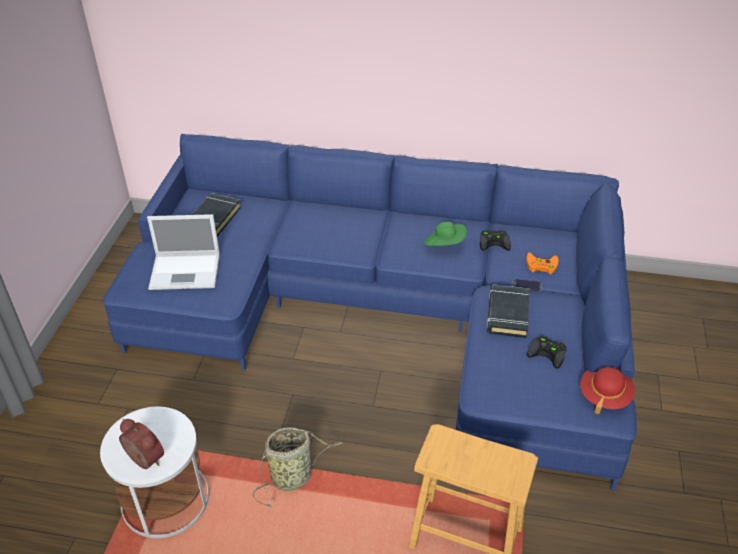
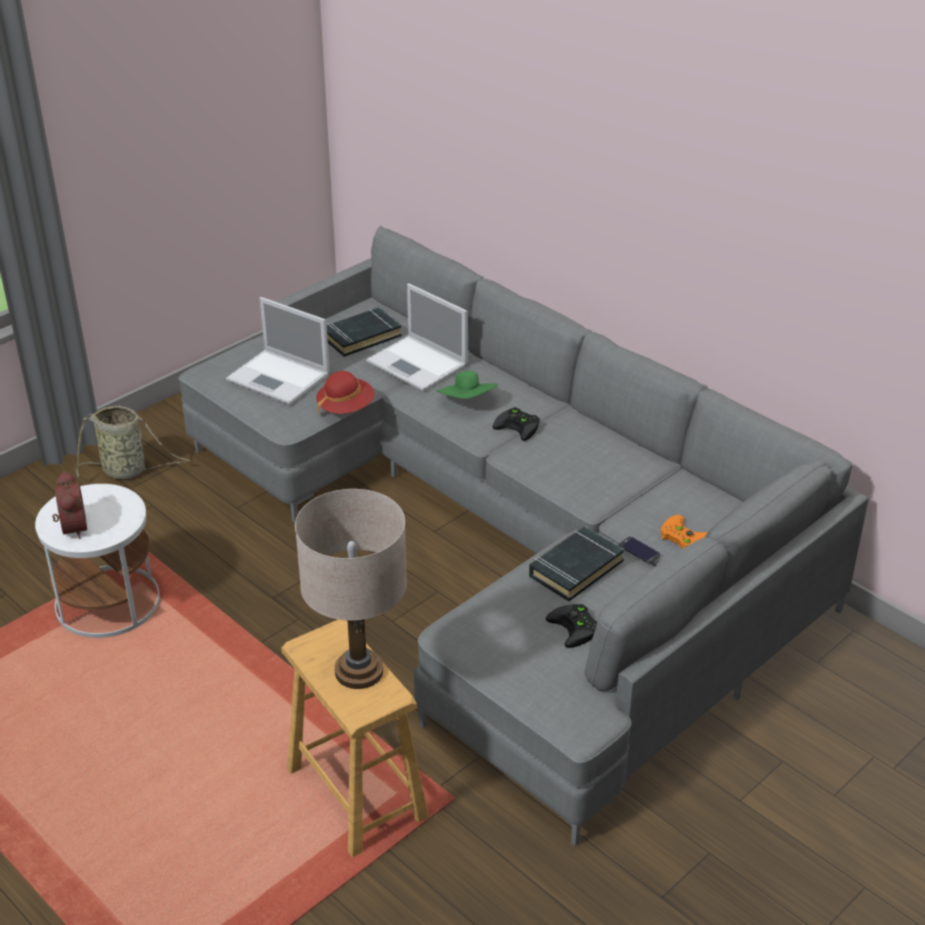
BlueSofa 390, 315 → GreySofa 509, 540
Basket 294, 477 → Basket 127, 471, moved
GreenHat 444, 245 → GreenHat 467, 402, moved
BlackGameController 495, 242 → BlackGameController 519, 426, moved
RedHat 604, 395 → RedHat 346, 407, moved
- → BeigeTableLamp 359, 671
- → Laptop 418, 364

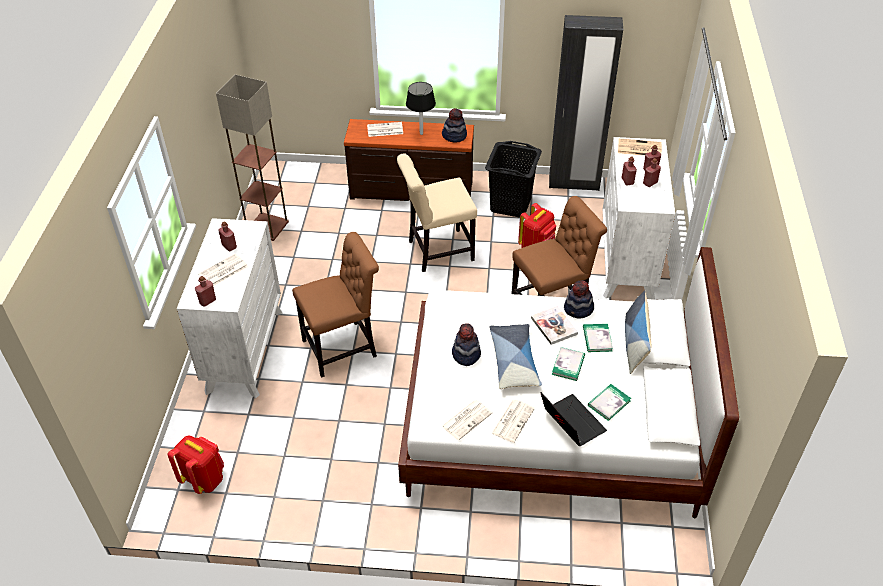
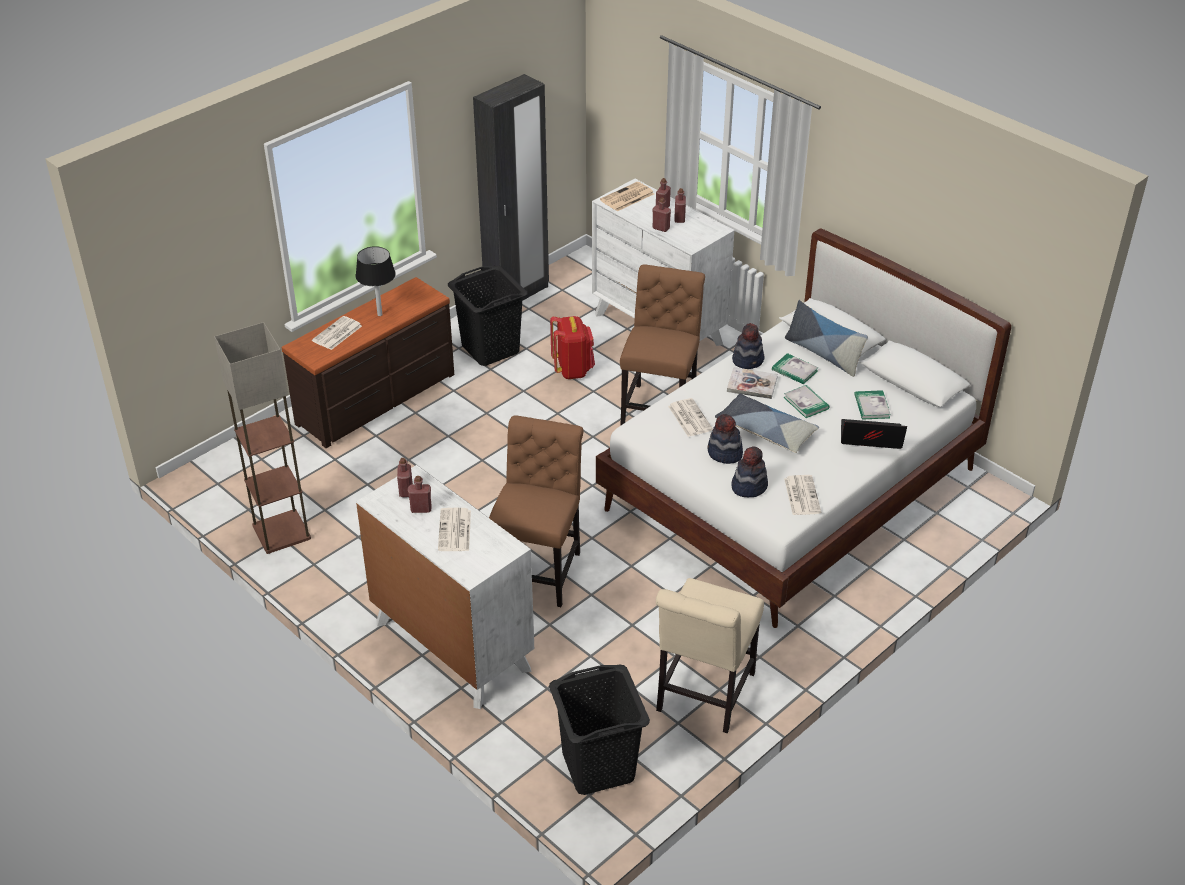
RedBackpack 204, 479 → BlackLaundryBasket 598, 767
RedBottle 207, 301 → RedBottle 406, 491, moved
BeigeChair 437, 251 → BeigeChair 703, 696, moved
Hat 454, 136 → Hat 748, 486, moved
Newspaper 513, 420 → Newspaper 689, 418, moved

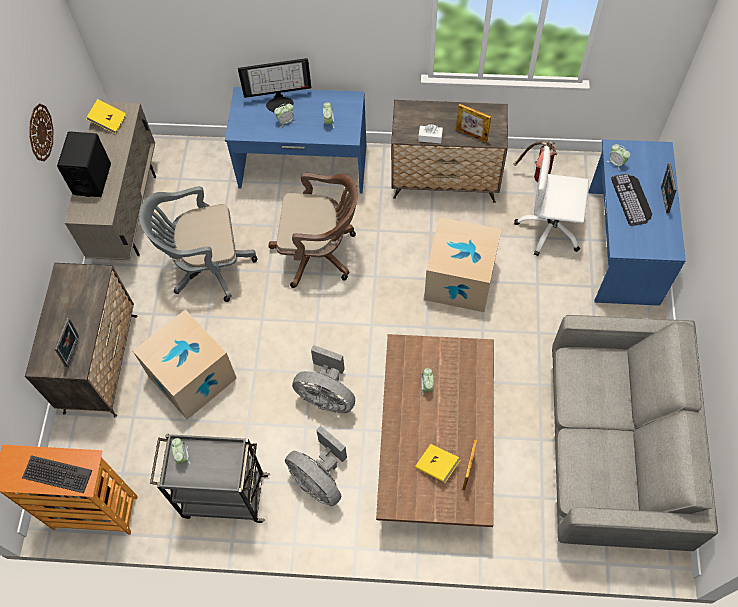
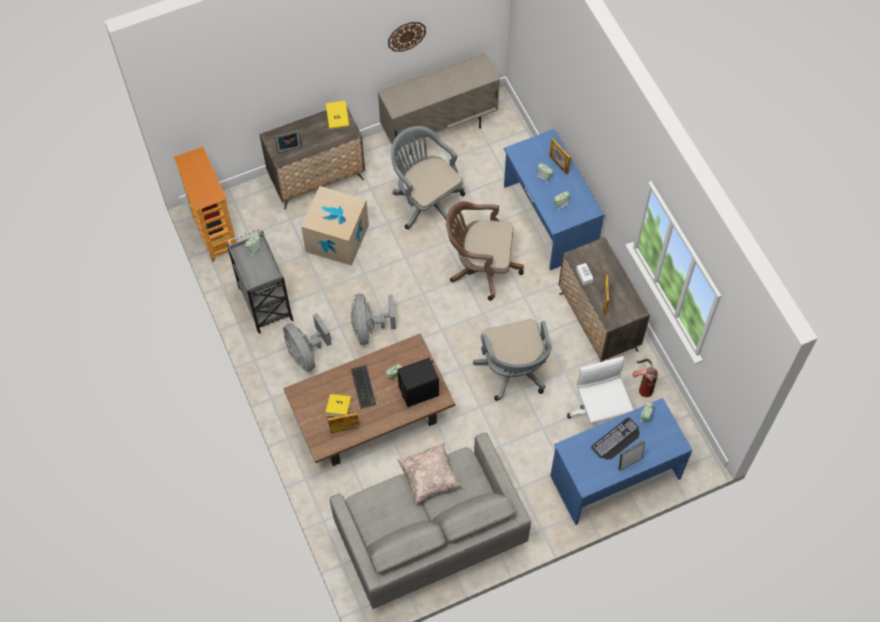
Keyboard 57, 475 → Keyboard 363, 387, moved
BlackSpeaker 92, 179 → BlackSpeaker 419, 391, moved
YellowBook 108, 121 → YellowBook 338, 118, moved
Monitor 280, 102 → PictureFrame 558, 165
BrownOfficeChair 319, 253 → BrownOfficeChair 480, 267, 120 degrees clockwise
GreyFan 319, 479 → GreyFan 306, 353, 45 degrees counterclockwise
CardboardBox 459, 280 → GreyOfficeChair 514, 372
- → BeigePillow 429, 478

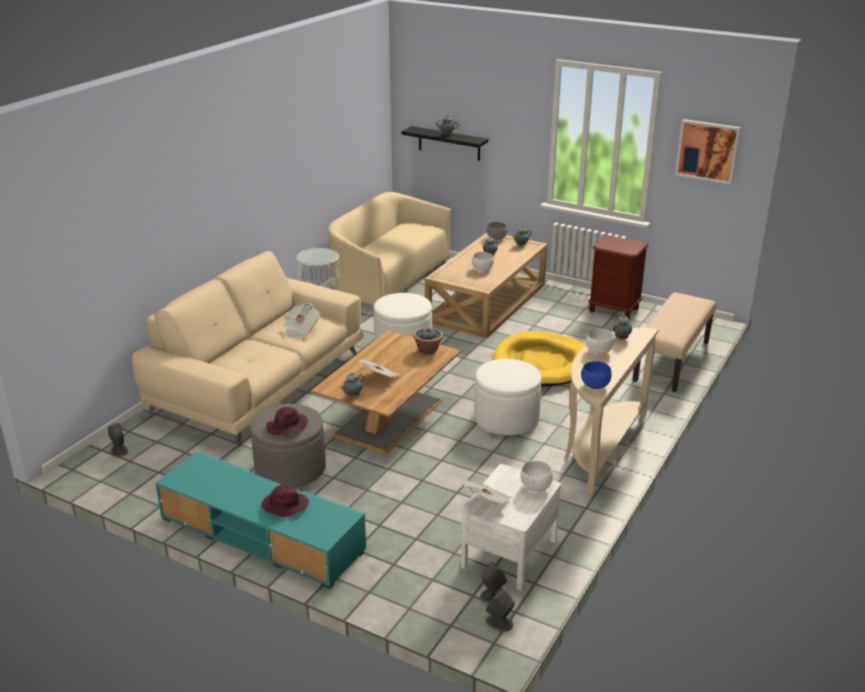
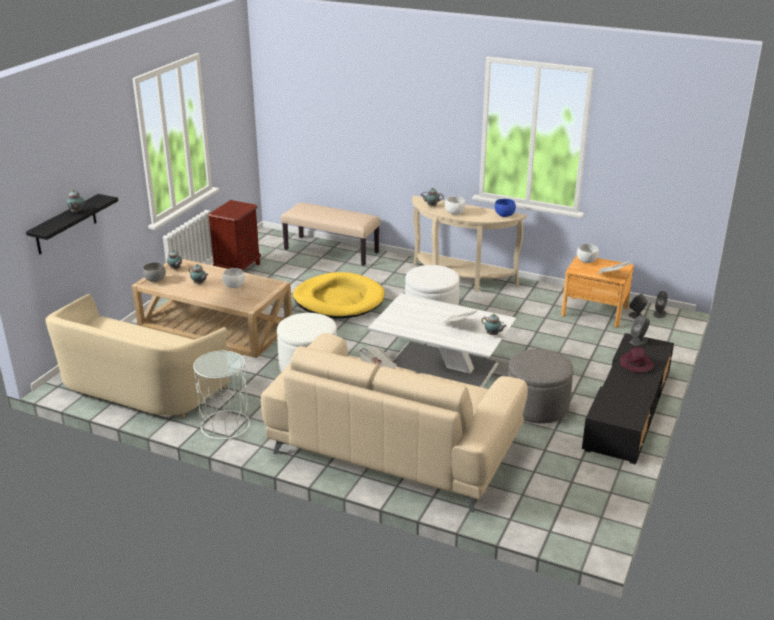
GreySpeaker 119, 451 → GreySpeaker 638, 341, moved
TurquoiseTvStand 261, 534 → BlackTvStand 627, 409
PurpleHat 287, 427 → -
BrownCoffeeTable 389, 416 → WhiteCoffeeTable 440, 365
PottedPlant 428, 350 → -
WhiteNightstand 509, 553 → BrownNightstand 594, 311
Picture 707, 151 → -

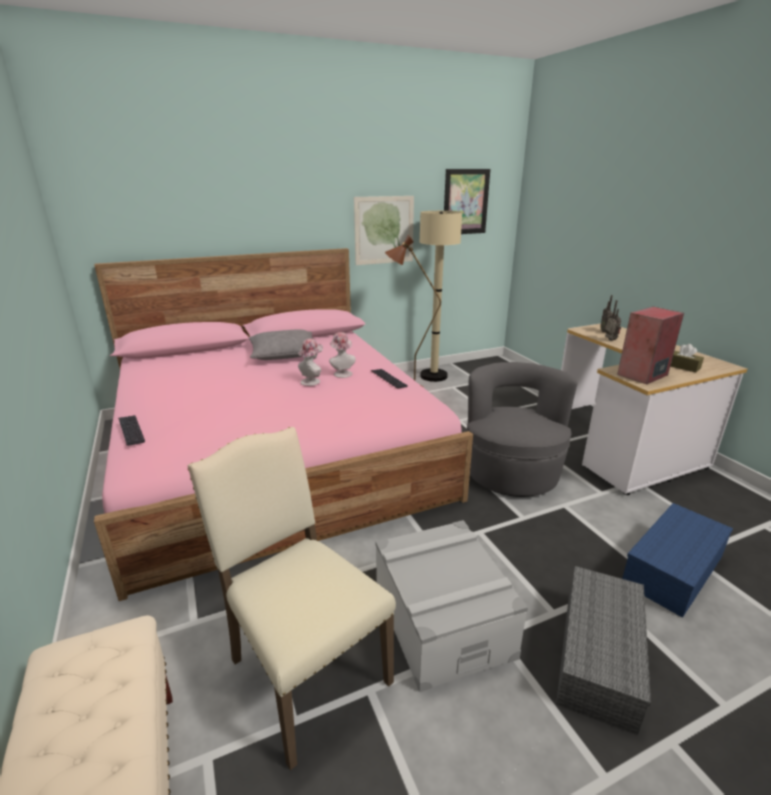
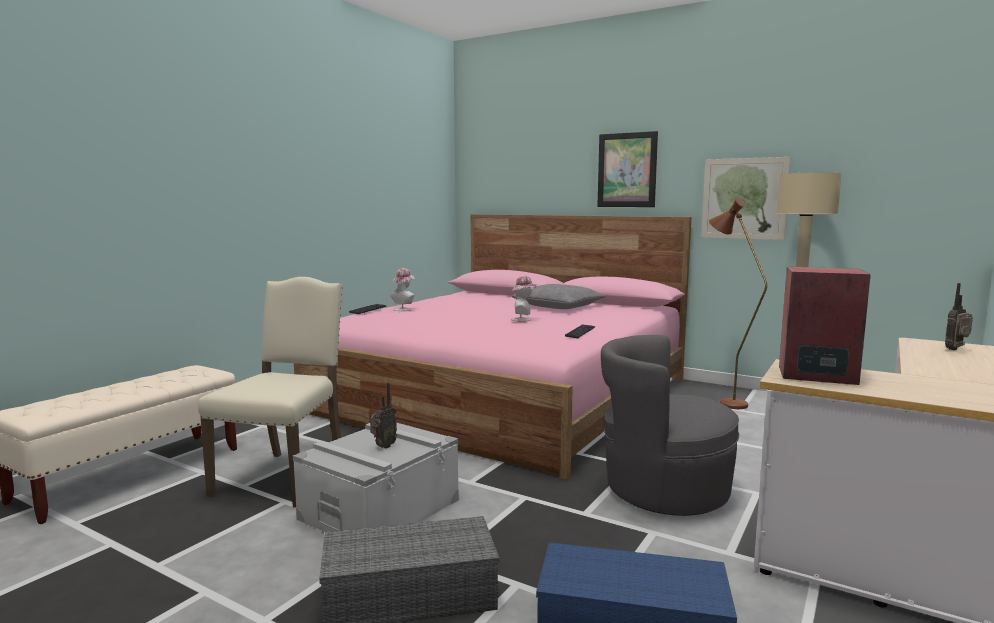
Hat 342, 373 → Hat 404, 309, moved
Picture 465, 202 → Picture 627, 170, moved
GreyArmchair 511, 473 → GreyArmchair 663, 489, 135 degrees counterclockwise
Radio 609, 340 → Radio 383, 447, moved
BrownTissueBox 682, 367 → -

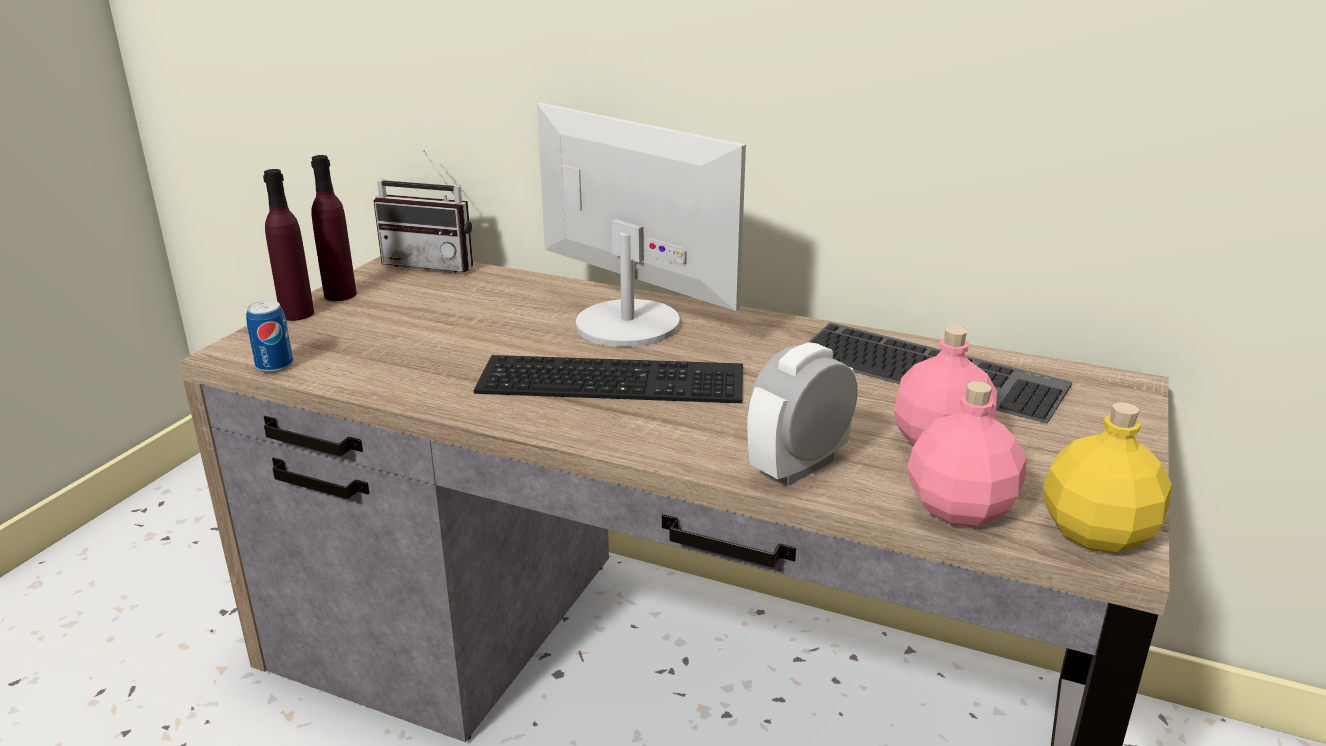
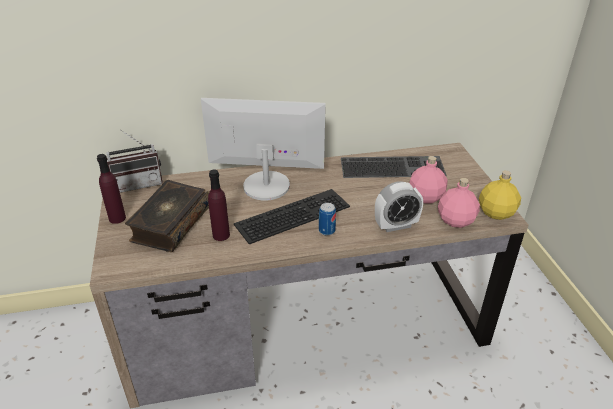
Can 274, 366 → Can 327, 231, moved
PurpleBottle 297, 314 → PurpleBottle 221, 235, moved
AlarmClock 799, 466 → AlarmClock 396, 225, 120 degrees counterclockwise
- → Book 170, 224

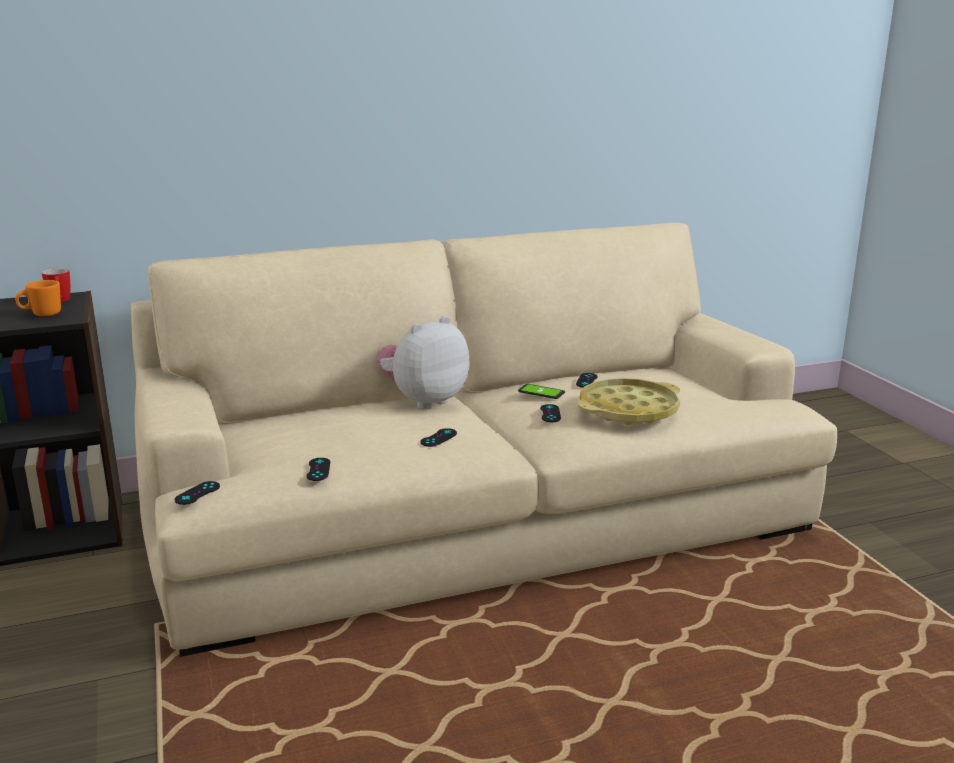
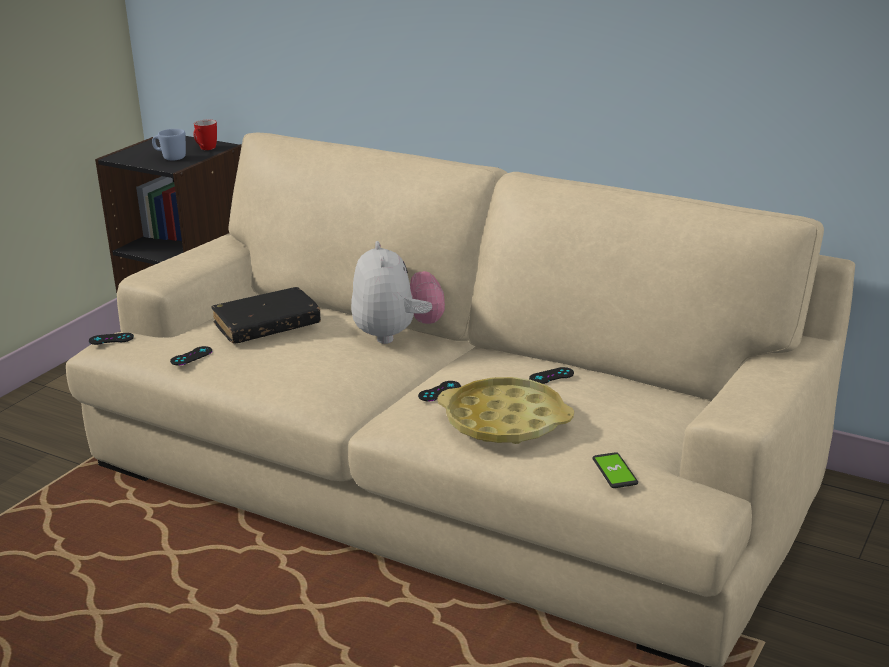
OrangeMug 41, 314 → BlueMug 170, 158
PlushToy 424, 400 → PlushToy 397, 334, 75 degrees clockwise
BlackGameController 438, 438 → -
Phone 541, 392 → Phone 615, 471, moved
- → BlackBook 267, 326

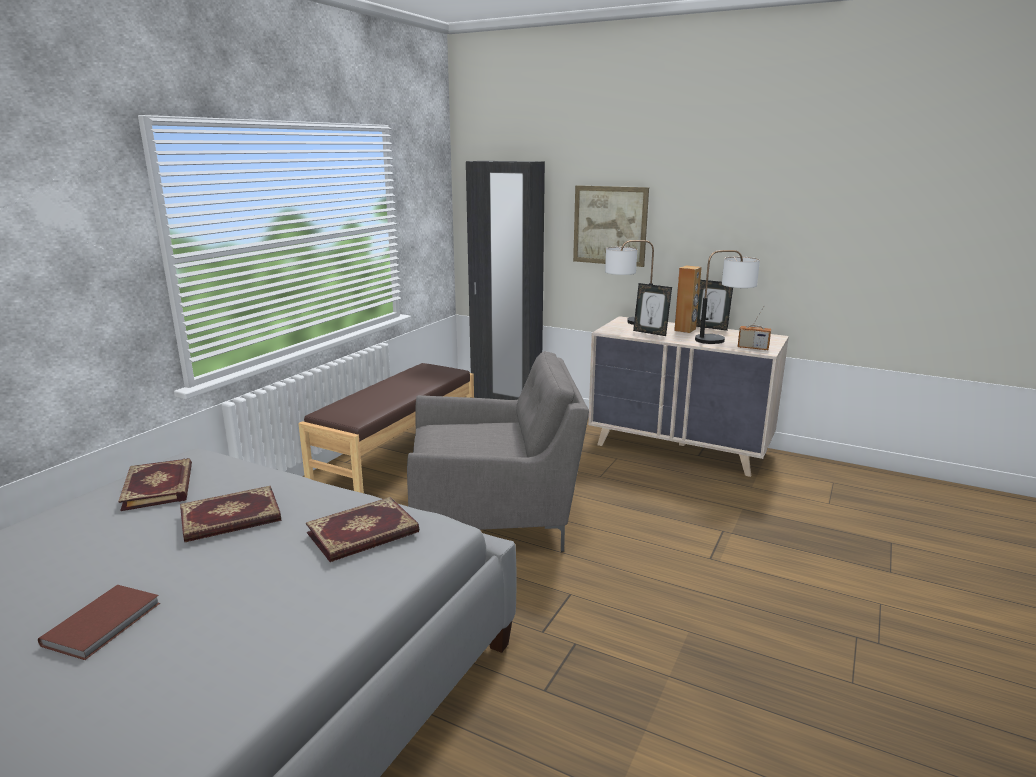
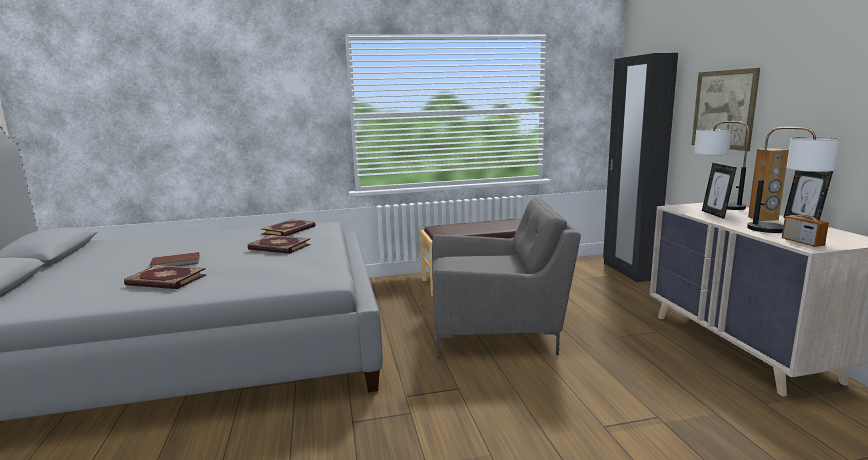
Book 363, 533 → Book 165, 280, moved
GreyArmchair 495, 514 → GreyArmchair 497, 327, 45 degrees counterclockwise

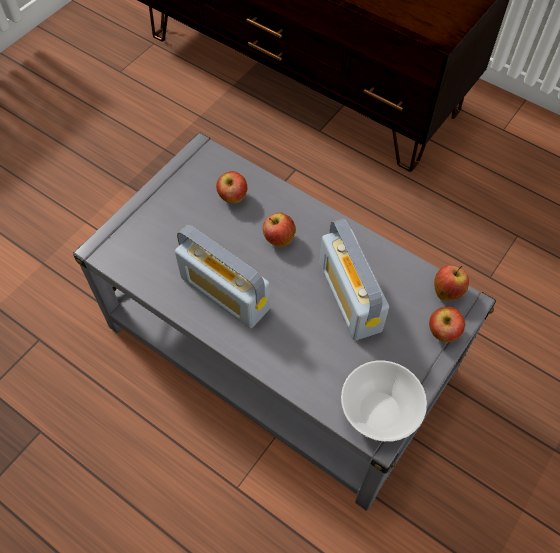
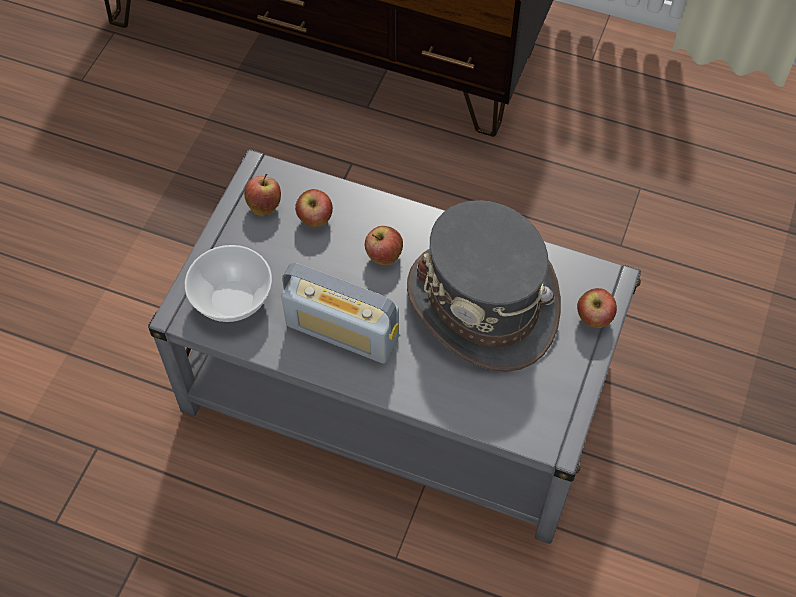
Radio 349, 297 → GreyHat 483, 303
Bowl 379, 410 → Bowl 232, 298, moved
Apple 447, 291 → Apple 264, 206, moved

